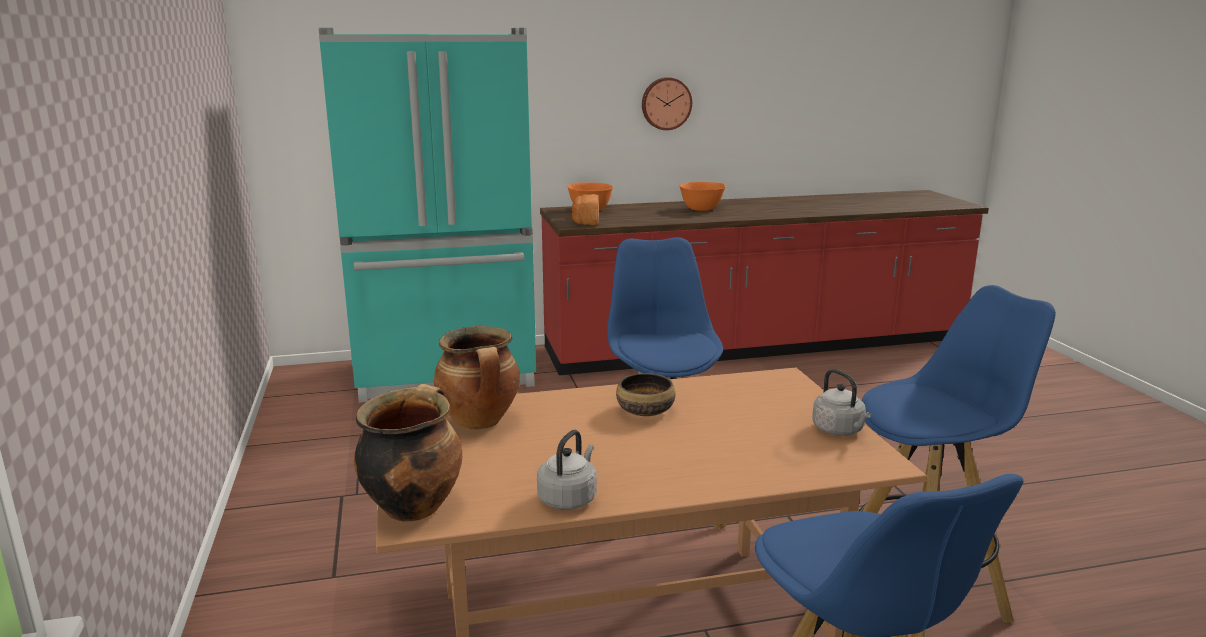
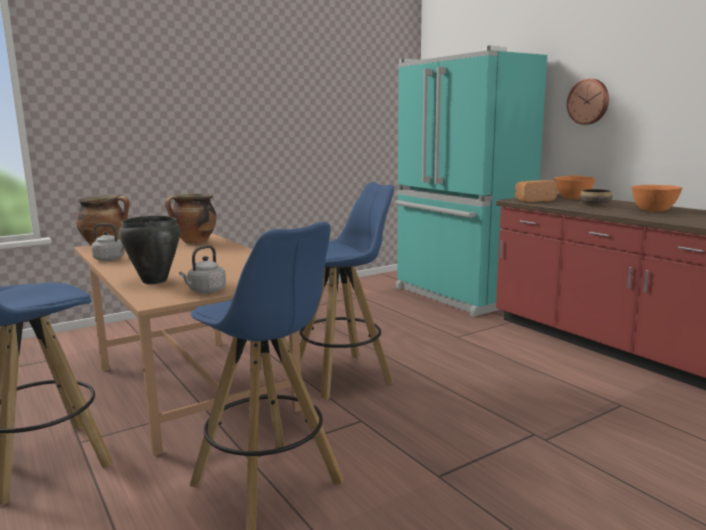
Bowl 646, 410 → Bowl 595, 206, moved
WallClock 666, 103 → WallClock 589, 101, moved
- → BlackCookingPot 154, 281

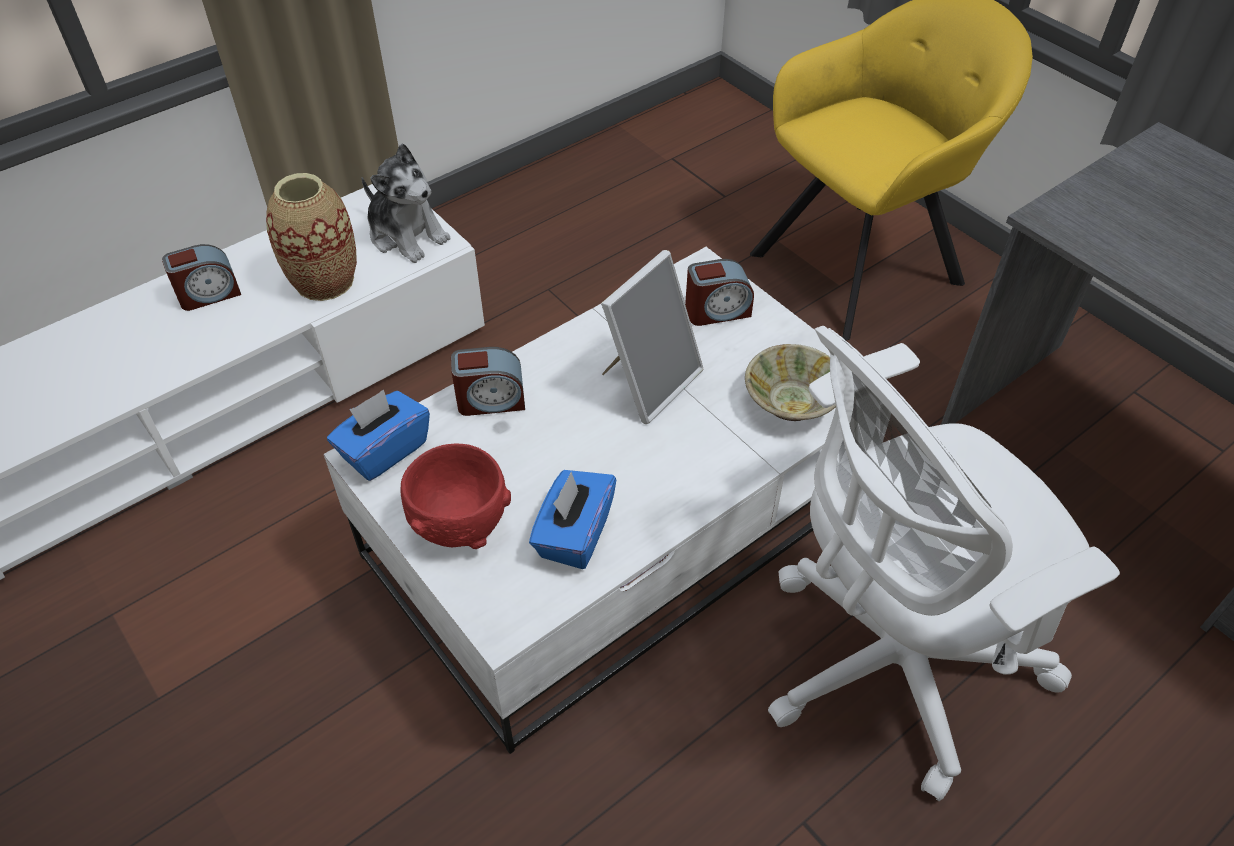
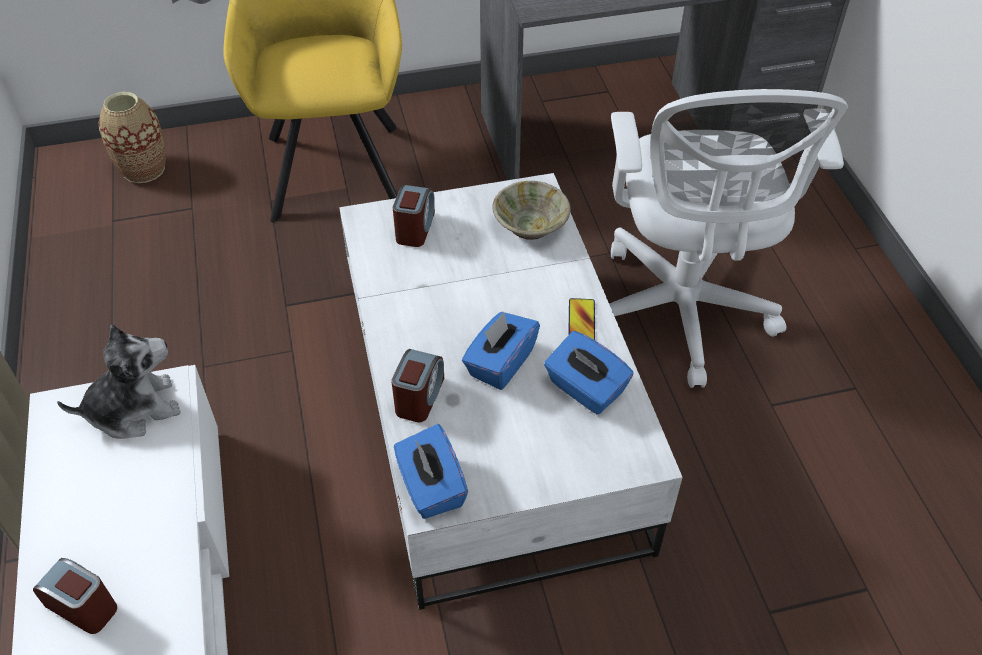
AlarmClock 209, 294 → AlarmClock 83, 606, 60 degrees counterclockwise
Vase 325, 281 → Vase 144, 169, moved
RedBowl 459, 524 → -
PictureFrame 648, 381 → -
- → BlueTissueBox 500, 363
- → Phone 581, 321

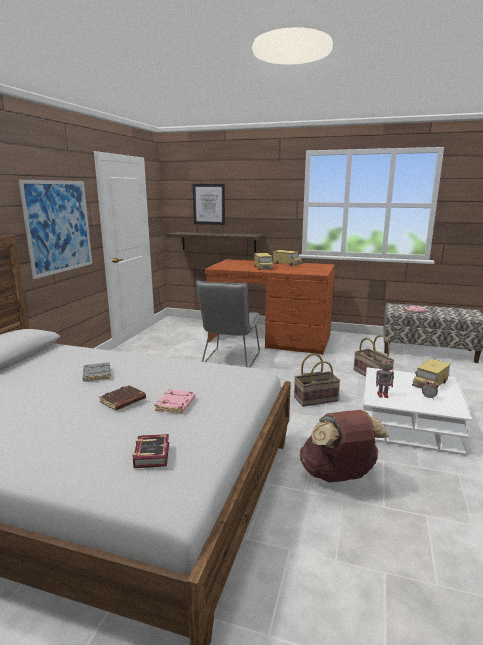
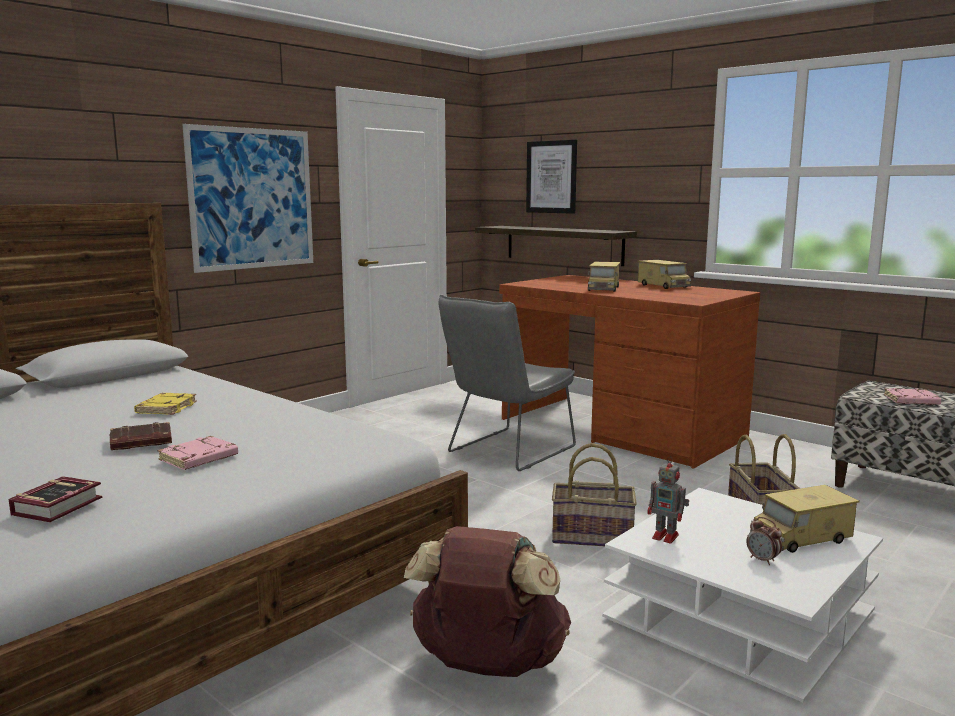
GreyBook 96, 374 → YellowBook 166, 408

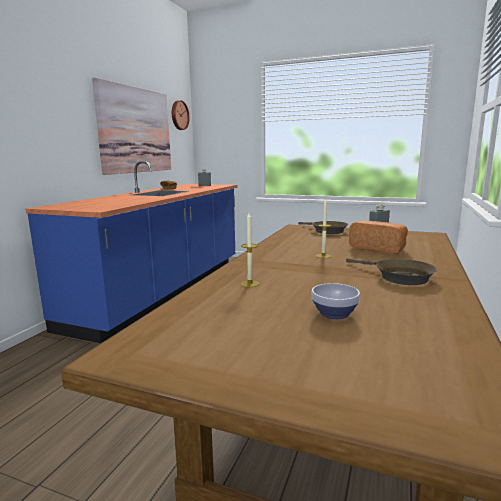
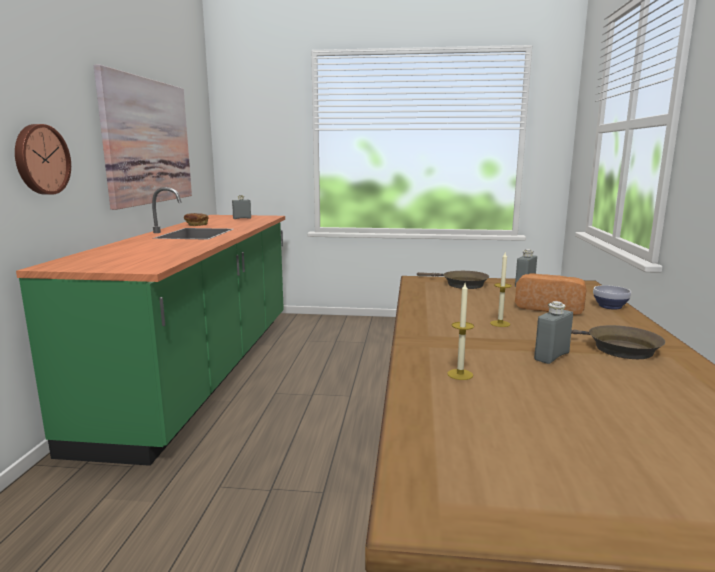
BlueCounter 164, 289 → GreenCounter 203, 370
WallClock 179, 115 → WallClock 40, 159, moved
Bowl 335, 313 → Bowl 610, 306, moved
- → GreyBottle 551, 356

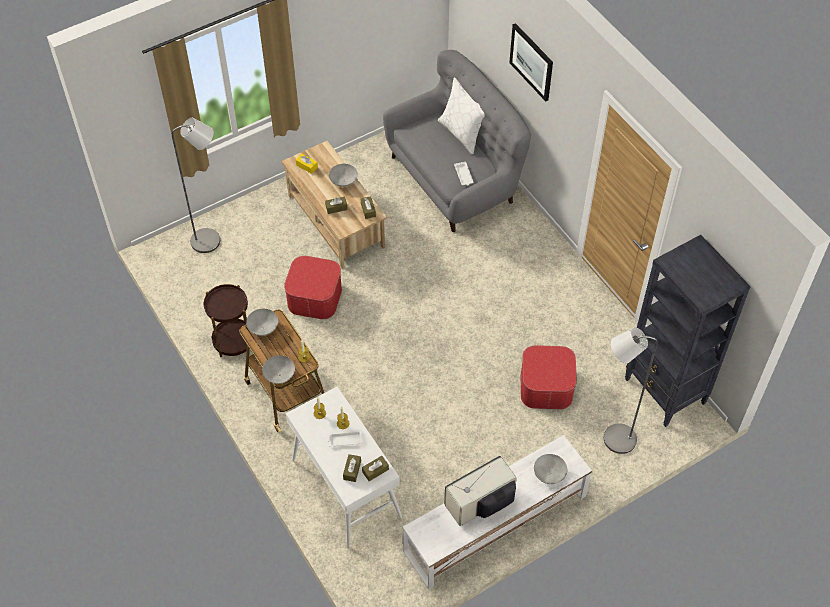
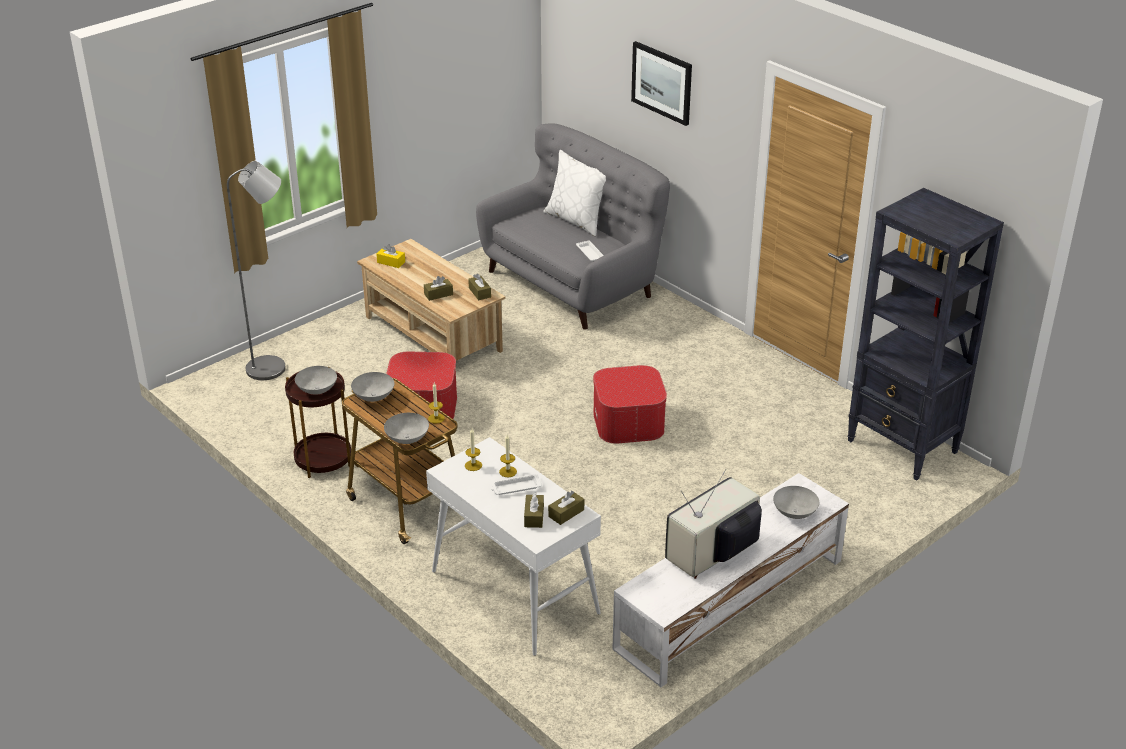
GreyBowl 344, 181 → GreyBowl 317, 390, moved
Ottoman 546, 386 → Ottoman 628, 422, moved
GreyFloorLamp 613, 439 → -

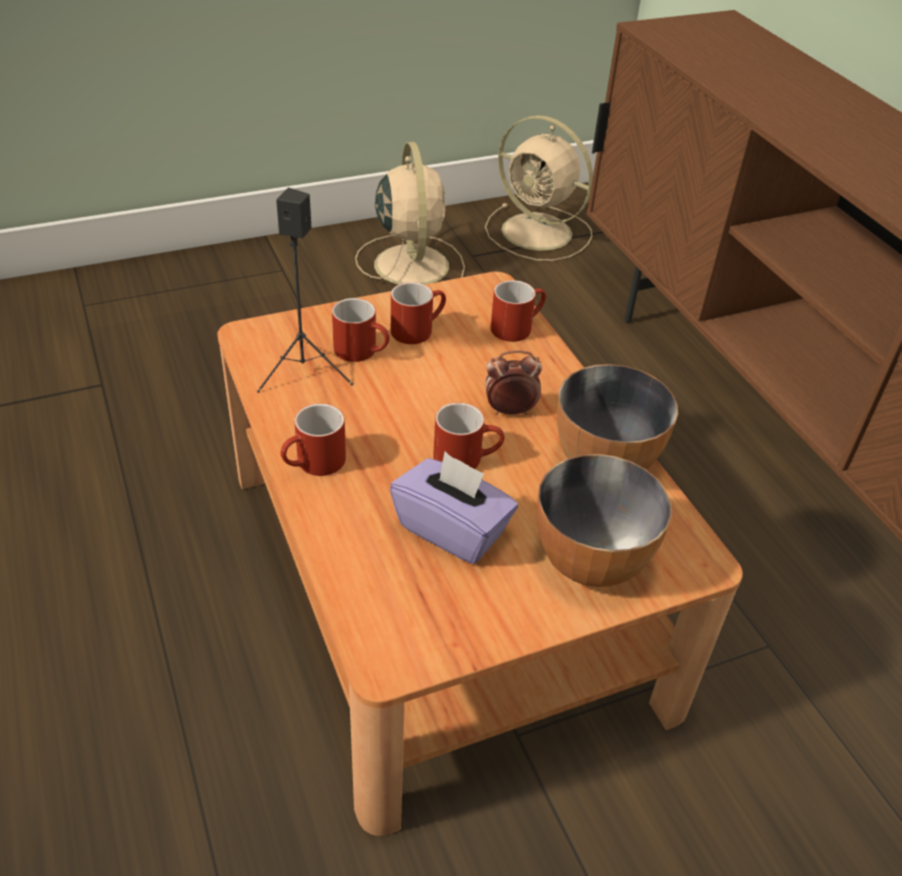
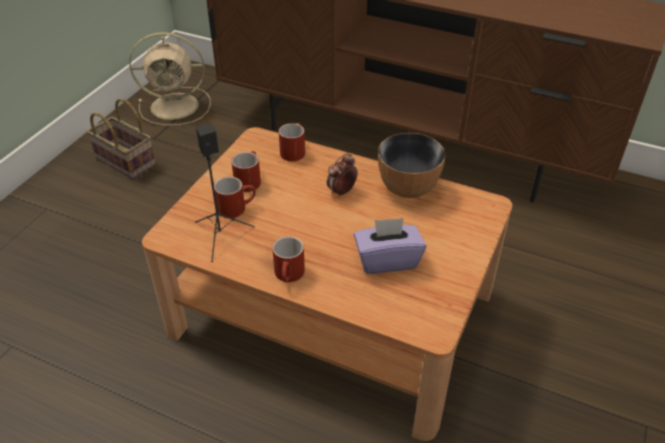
BeigeFan 411, 263 → Basket 123, 161
RedMug 467, 457 → -
Bowl 590, 561 → -

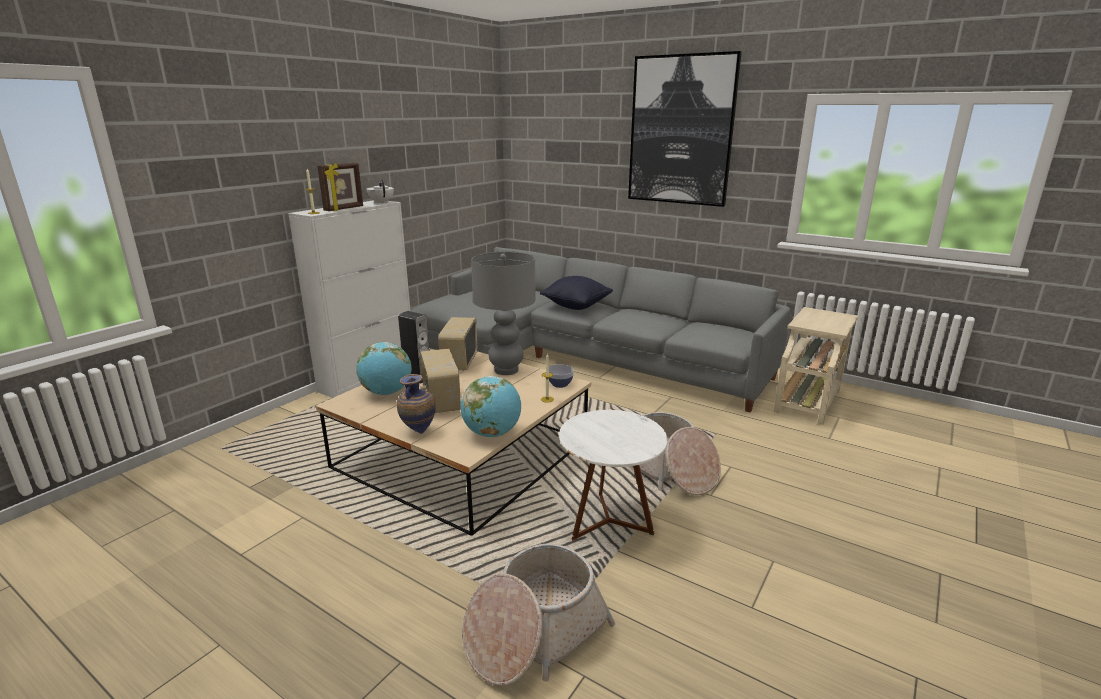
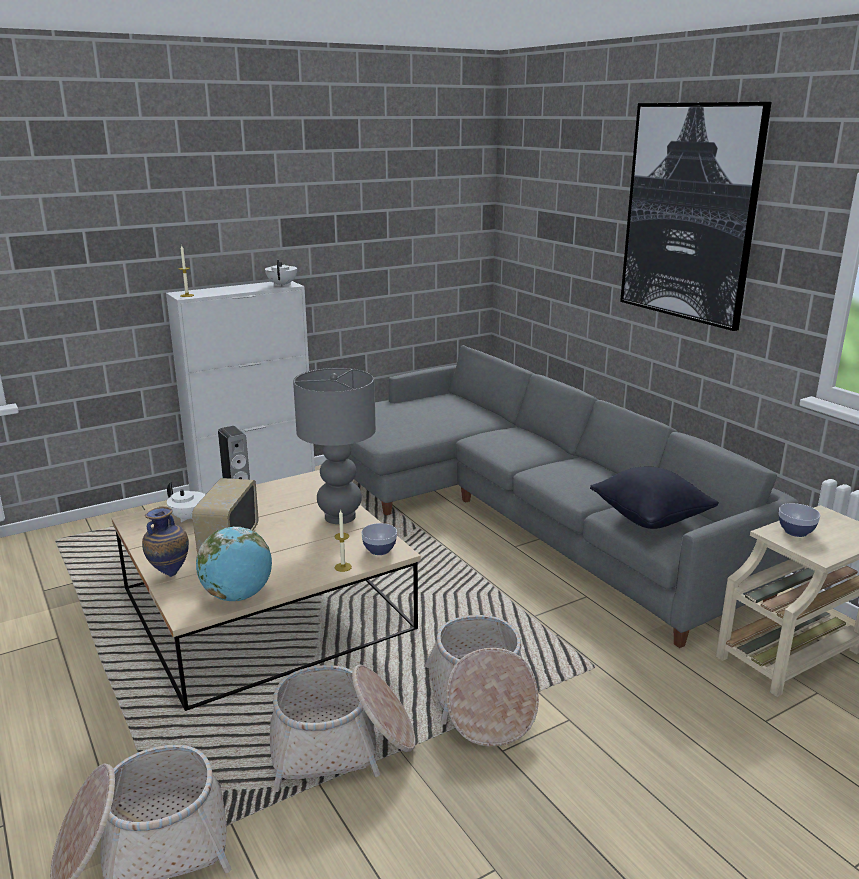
PictureFrame 344, 209 → -
Globe 387, 393 → WhiteTeapot 189, 518
Radio 459, 362 → -
BlackPillow 576, 306 → BlackPillow 650, 518, moved
WhiteSideTable 608, 523 → Basket 342, 745
- → Bowl 795, 531

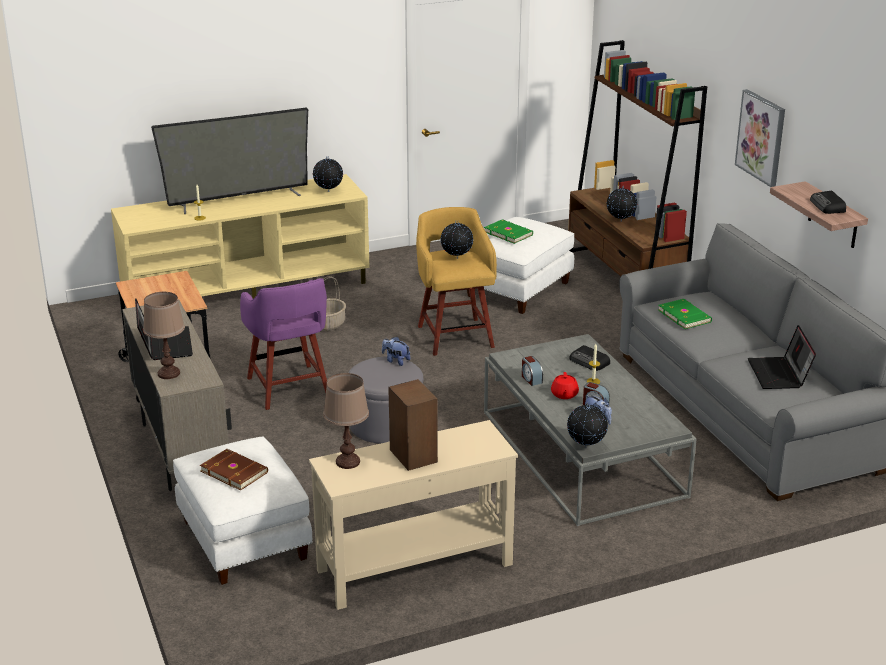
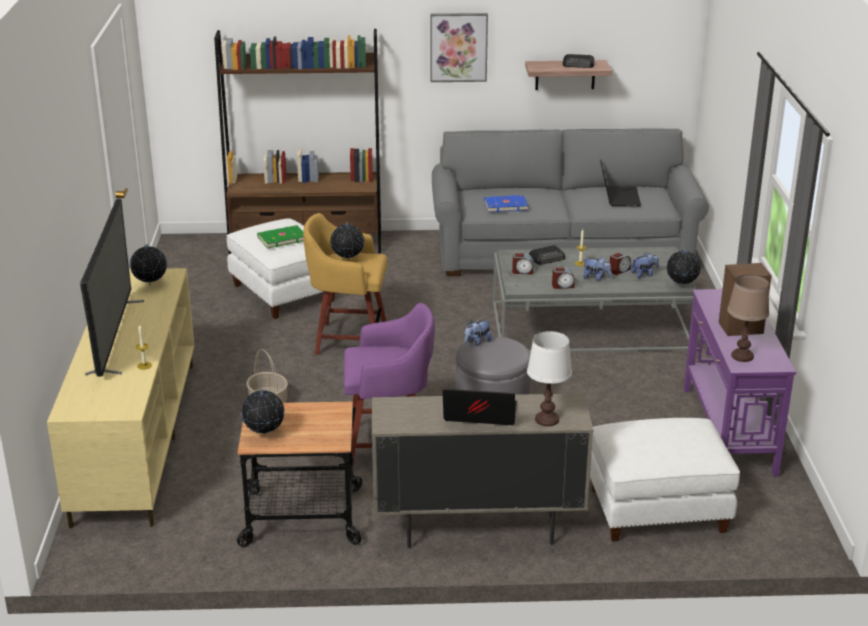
BrownTableLamp 168, 373 → WhiteTableLamp 546, 420
BrownBook 234, 471 → -
BeigeConsoleTable 413, 567 → PurpleConsoleTable 728, 430
RedTeapot 564, 395 → PlushToy 596, 278
Globe 620, 221 → Globe 264, 435, moved
GreenBook 685, 316 → BlueBook 505, 205
Laptop 779, 374 → Laptop 618, 197, 105 degrees counterclockwise
- → AlarmClock 522, 271

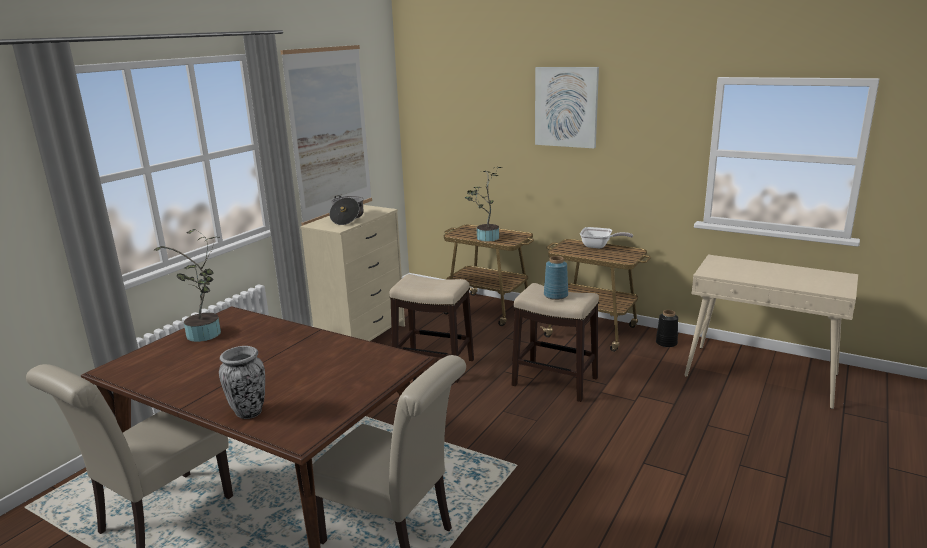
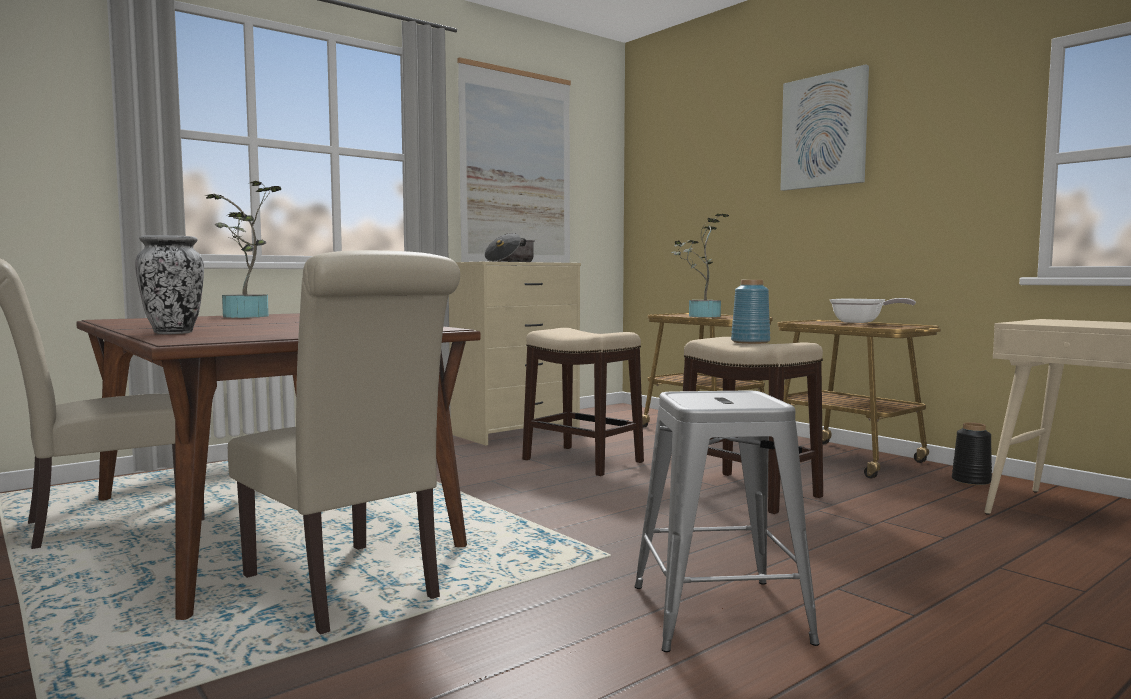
- → GreyStool 718, 613

